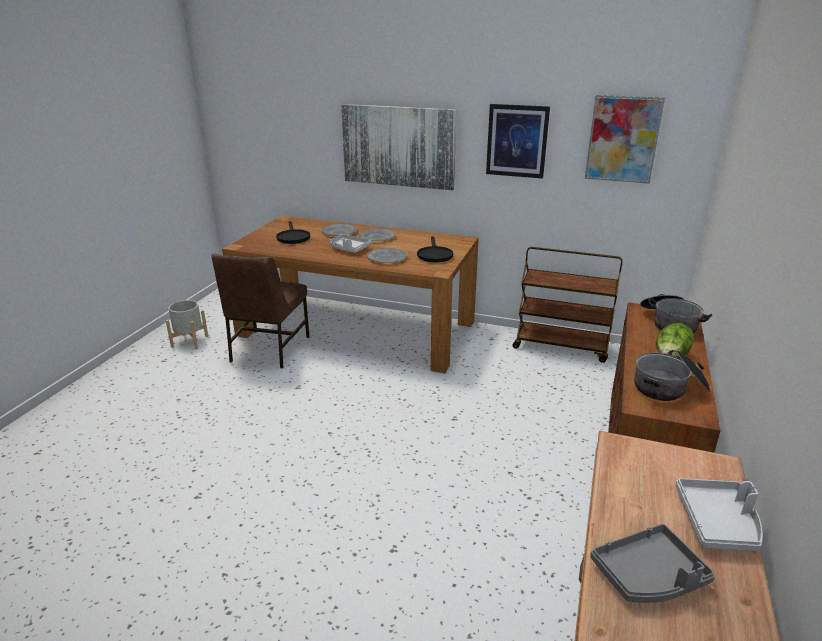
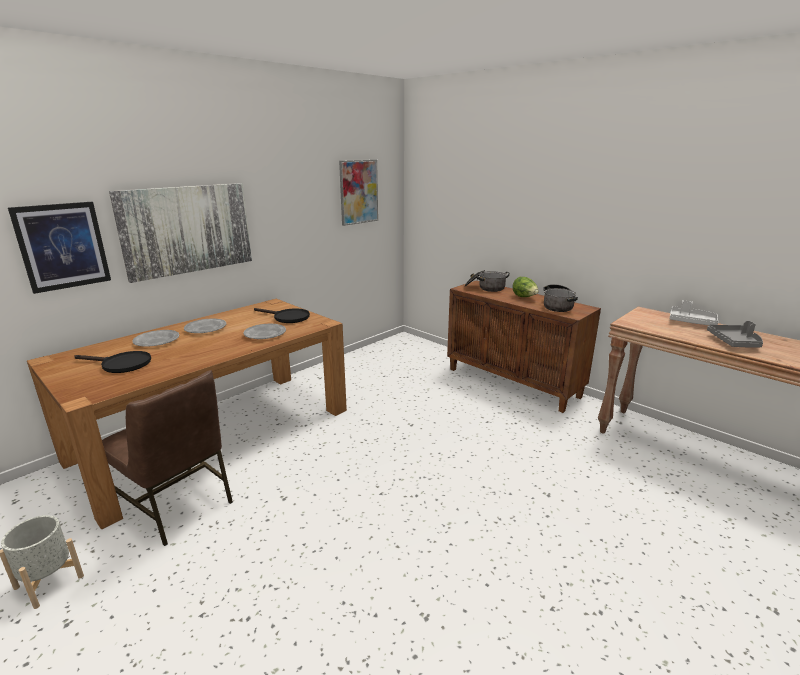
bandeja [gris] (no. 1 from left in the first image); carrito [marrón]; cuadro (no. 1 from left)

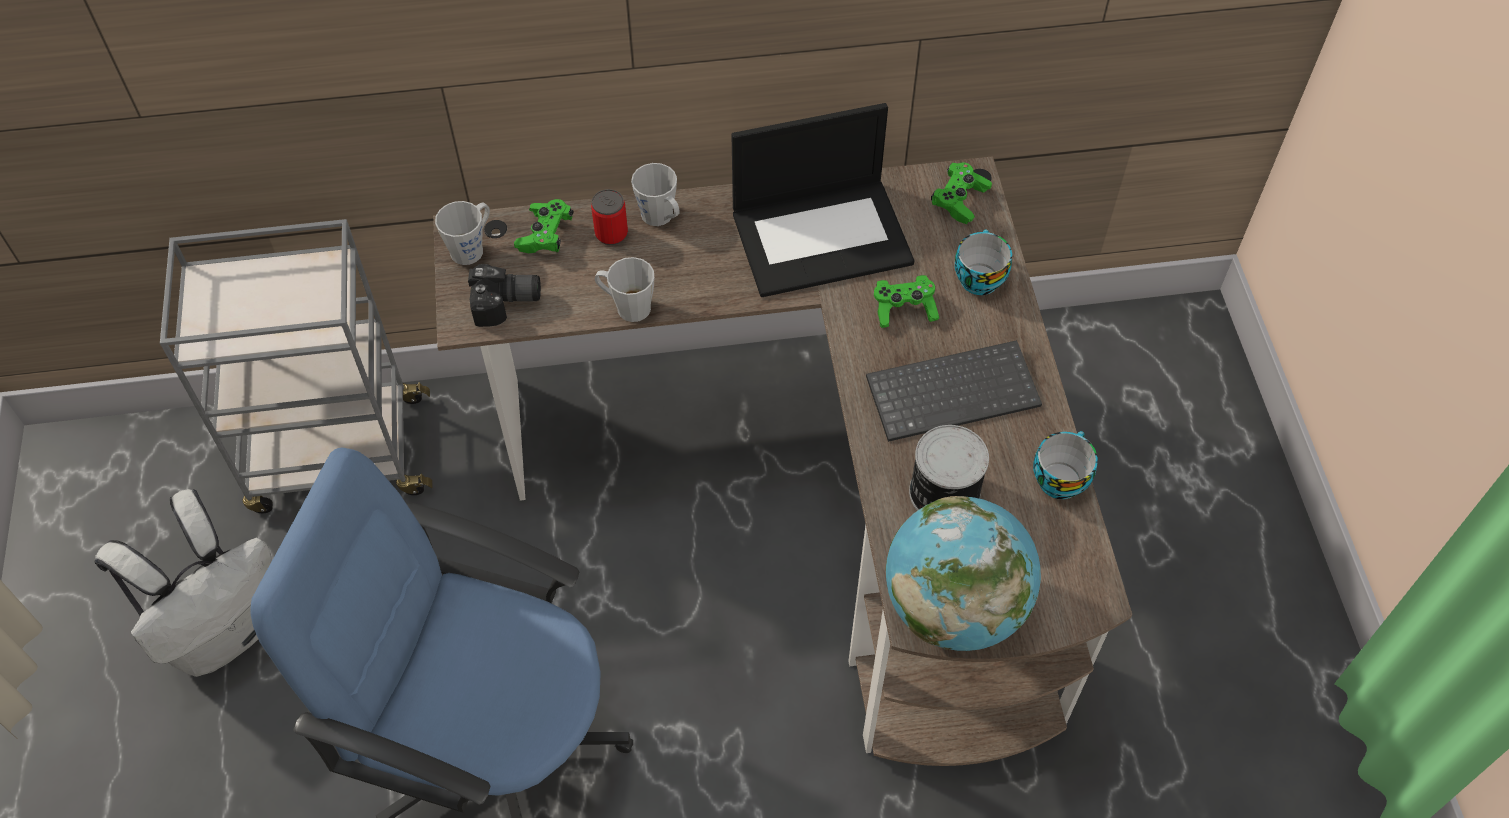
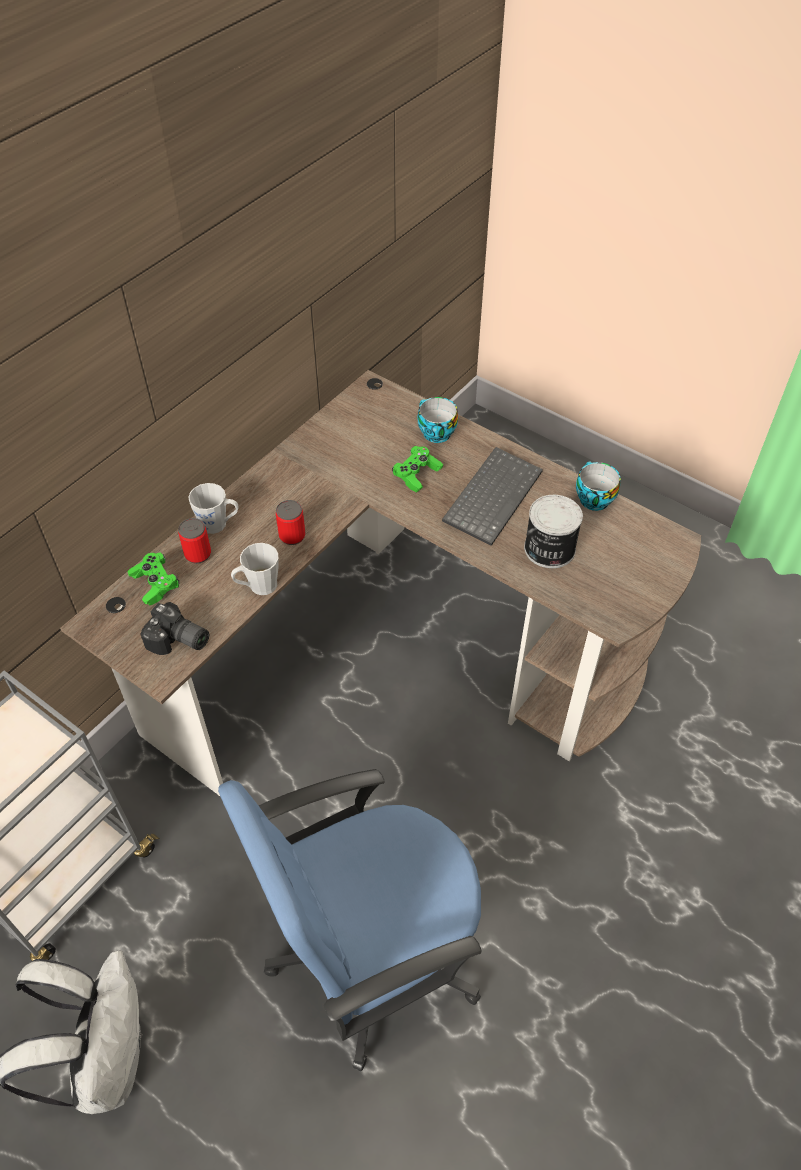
taza grande [gris] (no. 1 from left in the first image); portátil; globo terráqueo; mando de consola [verde] (no. 3 from left in the first image); lata (no. 2 from left); cámara

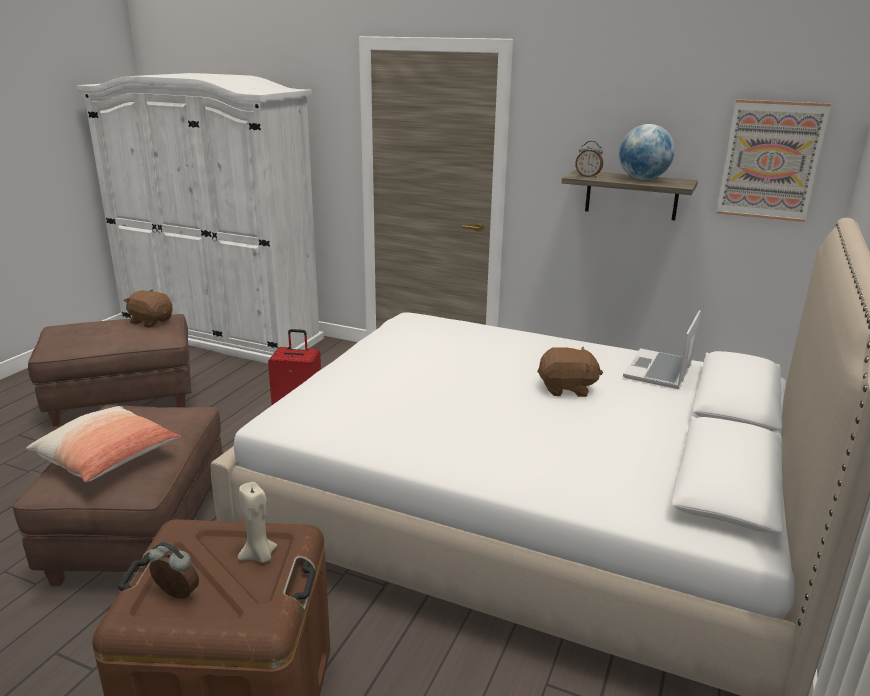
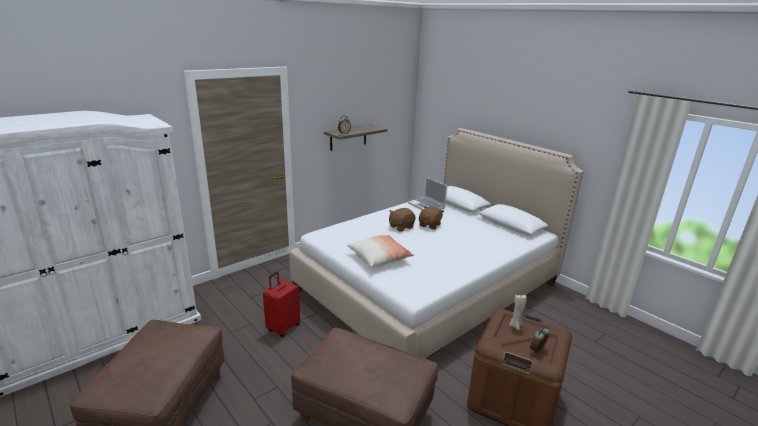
globo terráqueo; cuadro; cojín; peluche [marrón] (no. 1 from left)

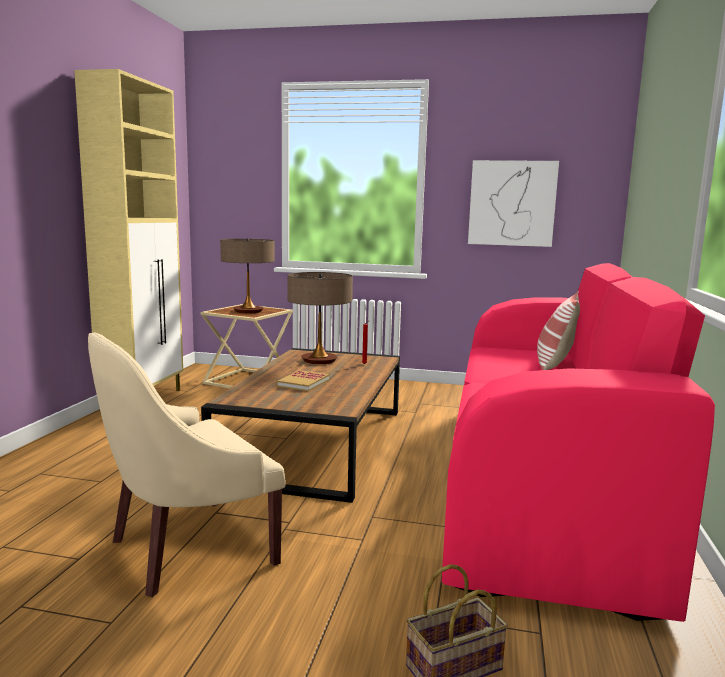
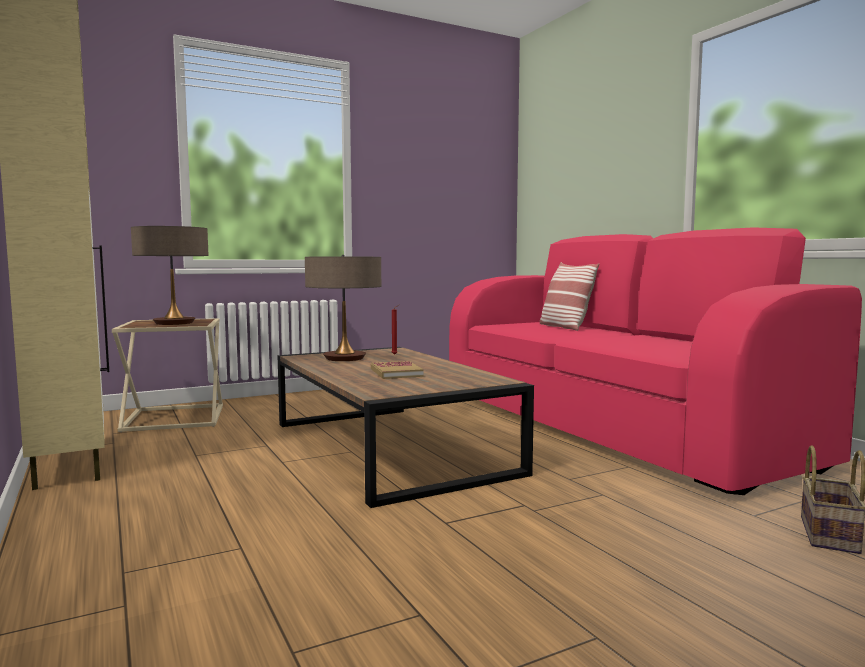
sillón [beis]; cuadro

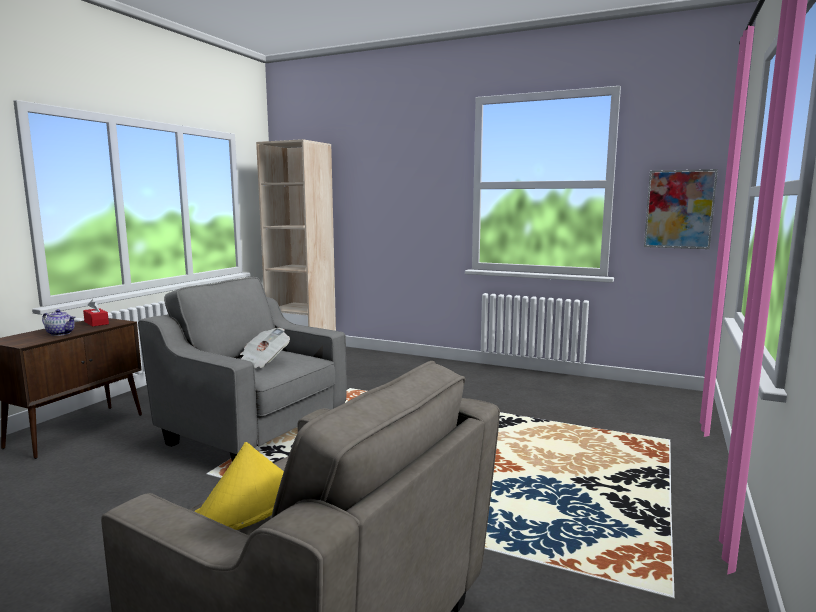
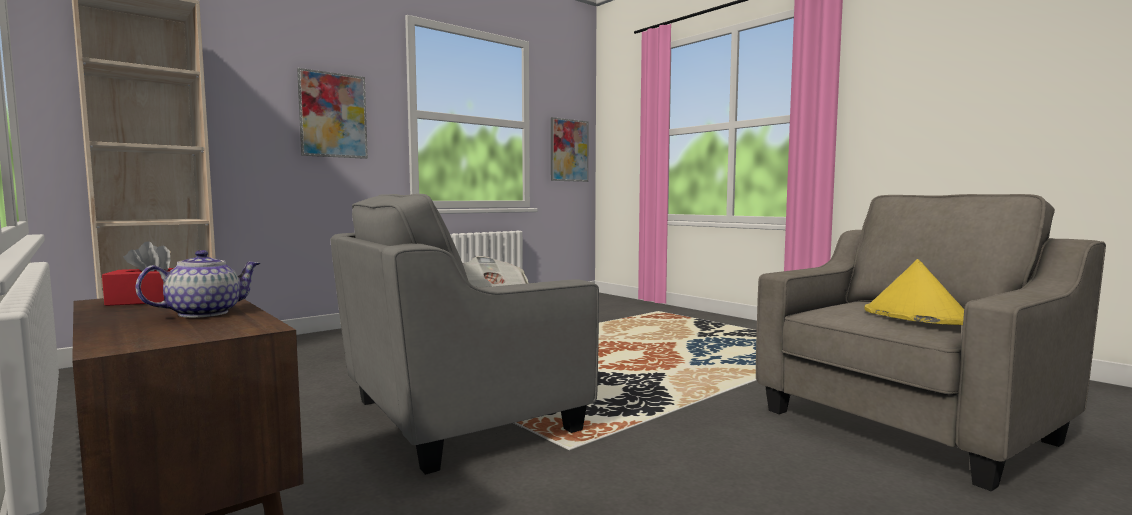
cuadro (no. 1 from left)

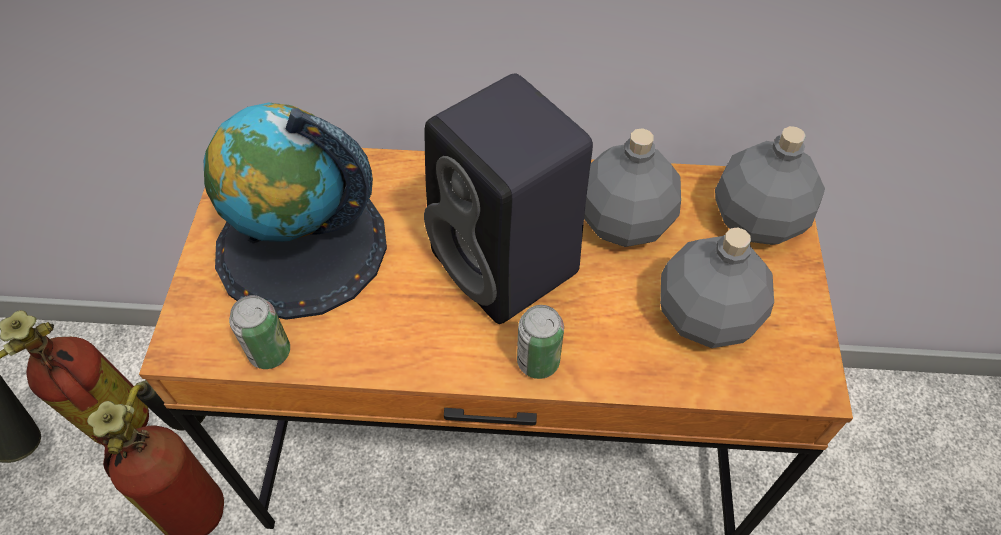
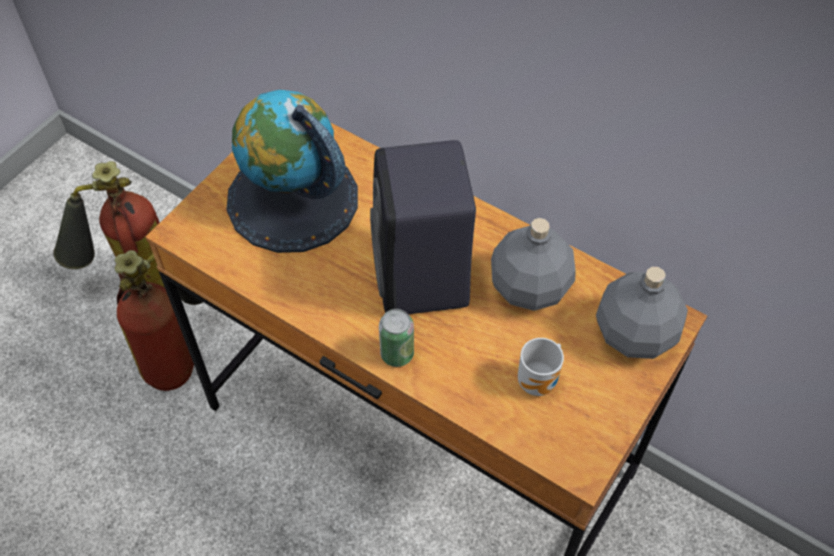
lata (no. 1 from left in the first image); taza grande

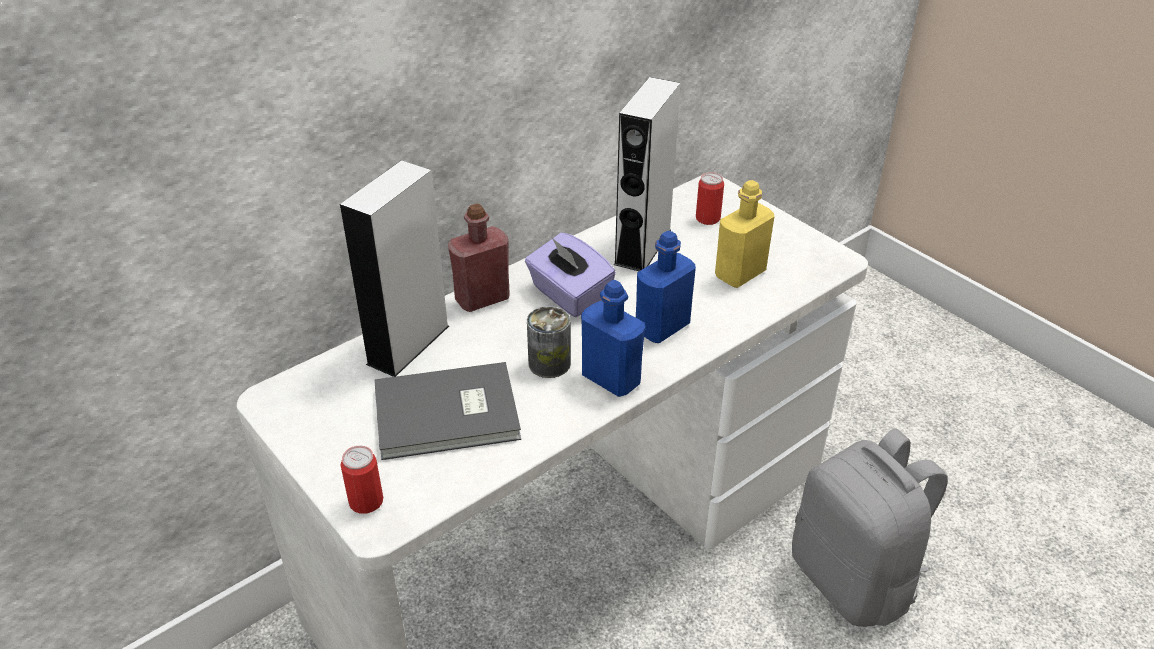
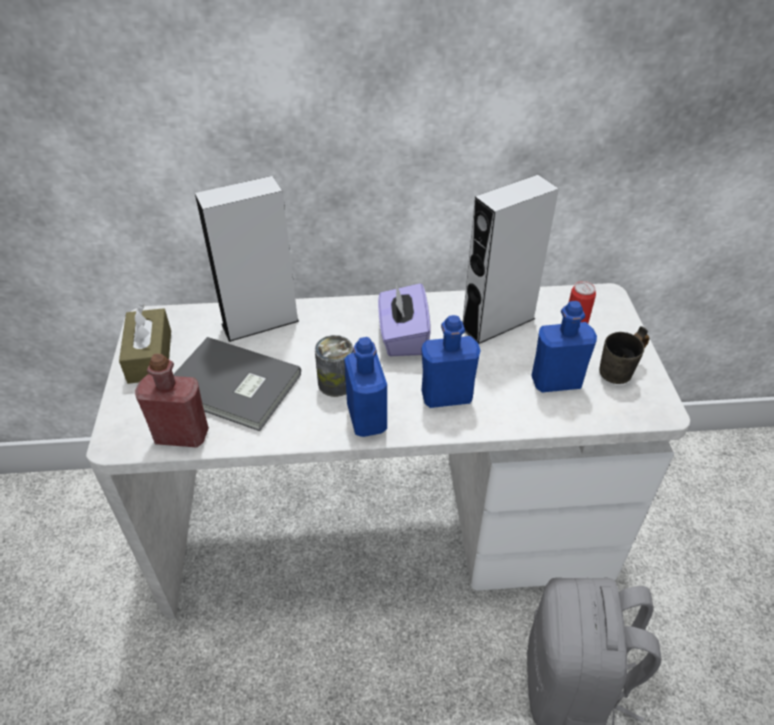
lata (no. 1 from left in the first image); caja de pañuelos [marrón]; taza grande [gris]; botella [rojo]; botella [azul] (no. 3 from left)

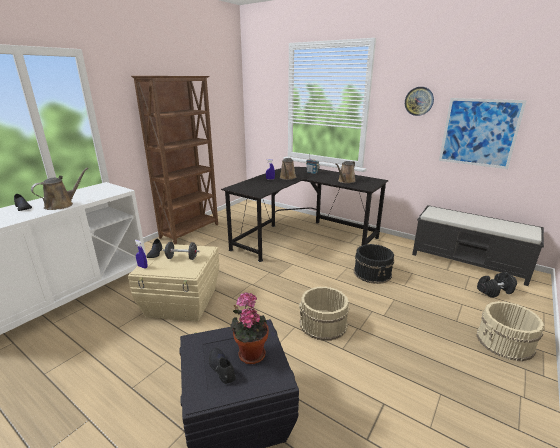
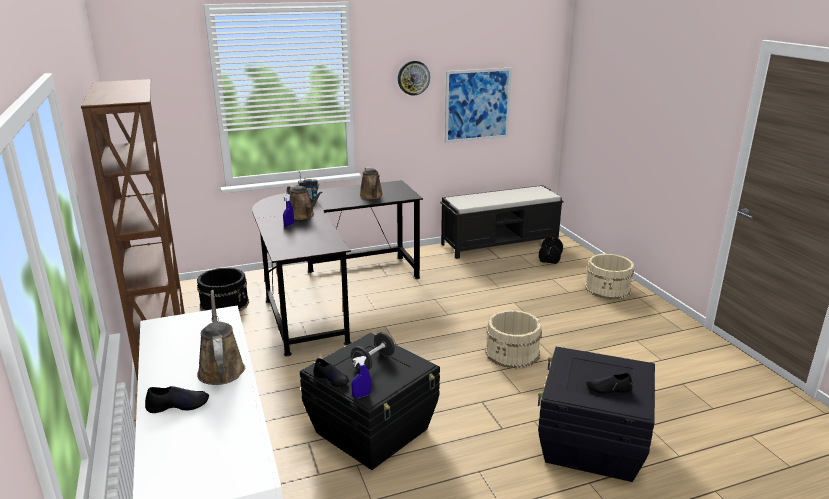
planta en maceta; cubo [negro]; caja de almacenaje [negro] (no. 1 from left)

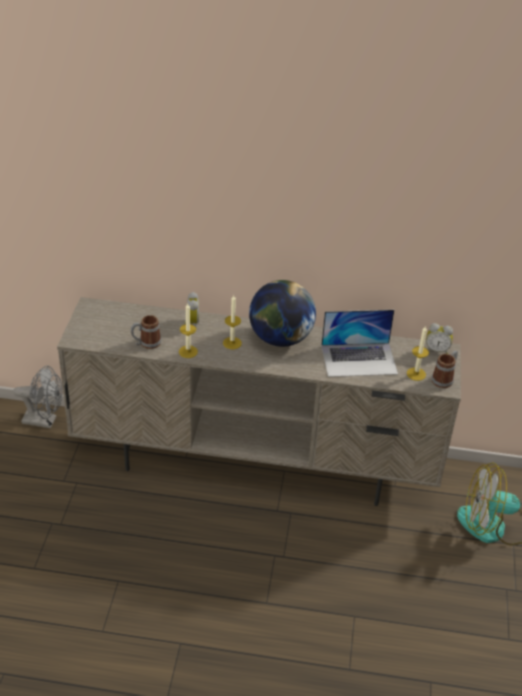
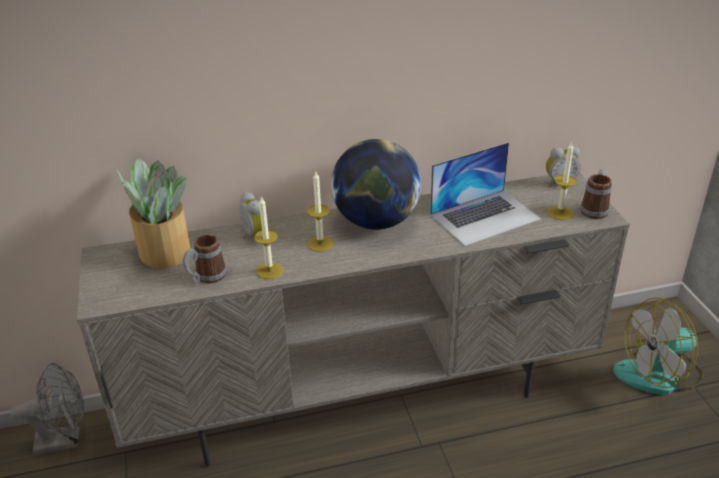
planta en maceta

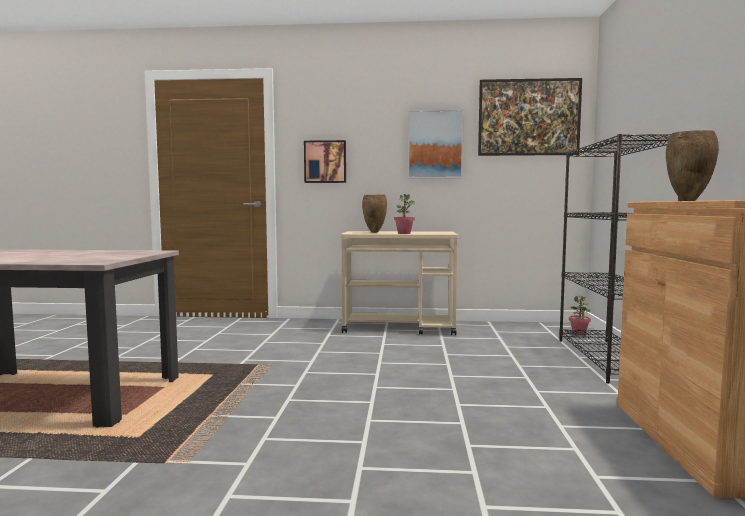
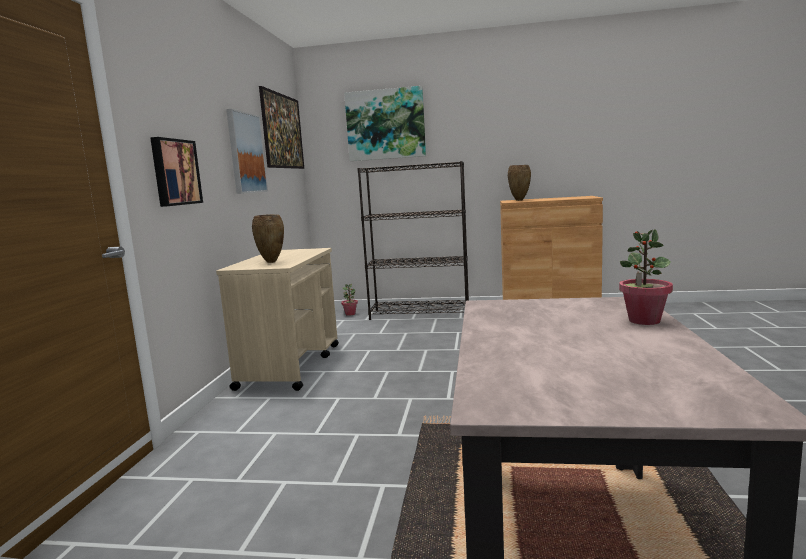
cuadro (no. 4 from left); planta en maceta (no. 2 from left)

